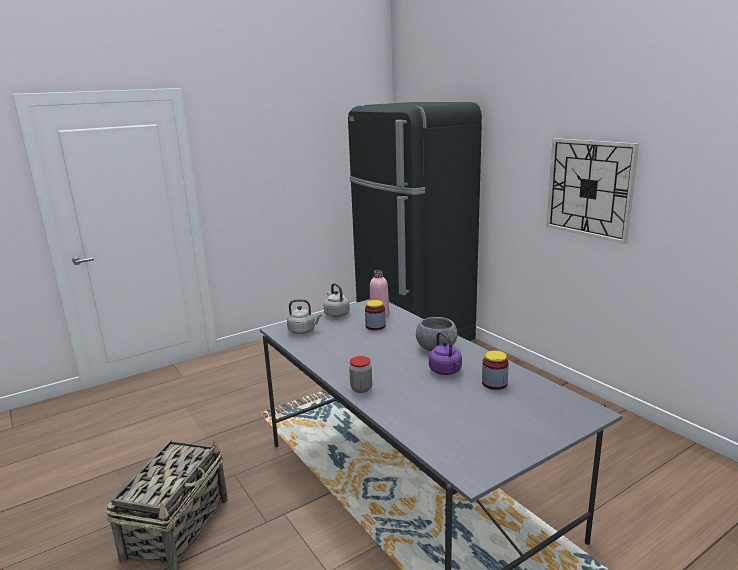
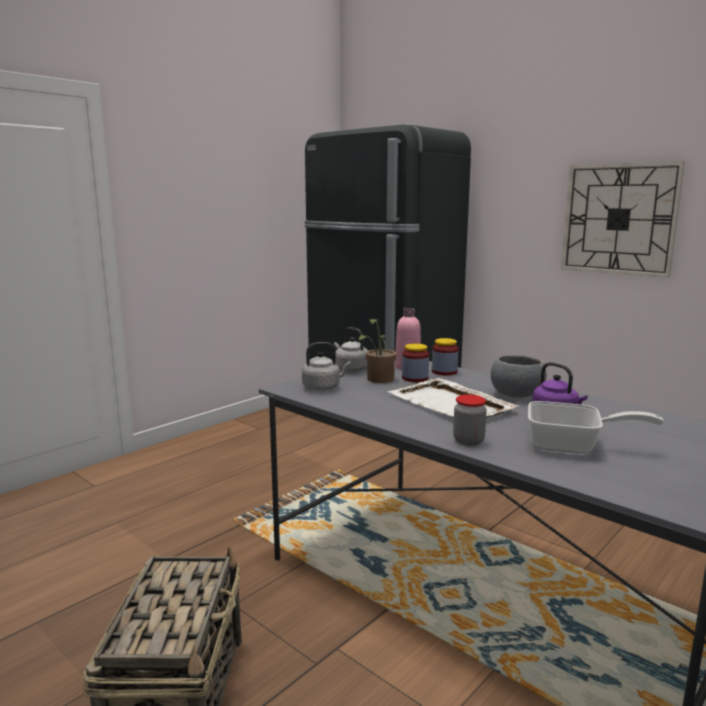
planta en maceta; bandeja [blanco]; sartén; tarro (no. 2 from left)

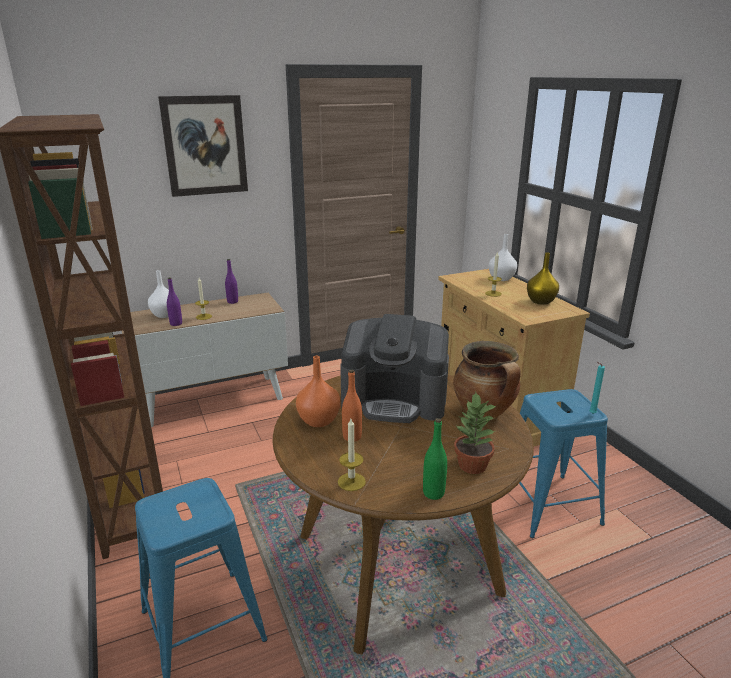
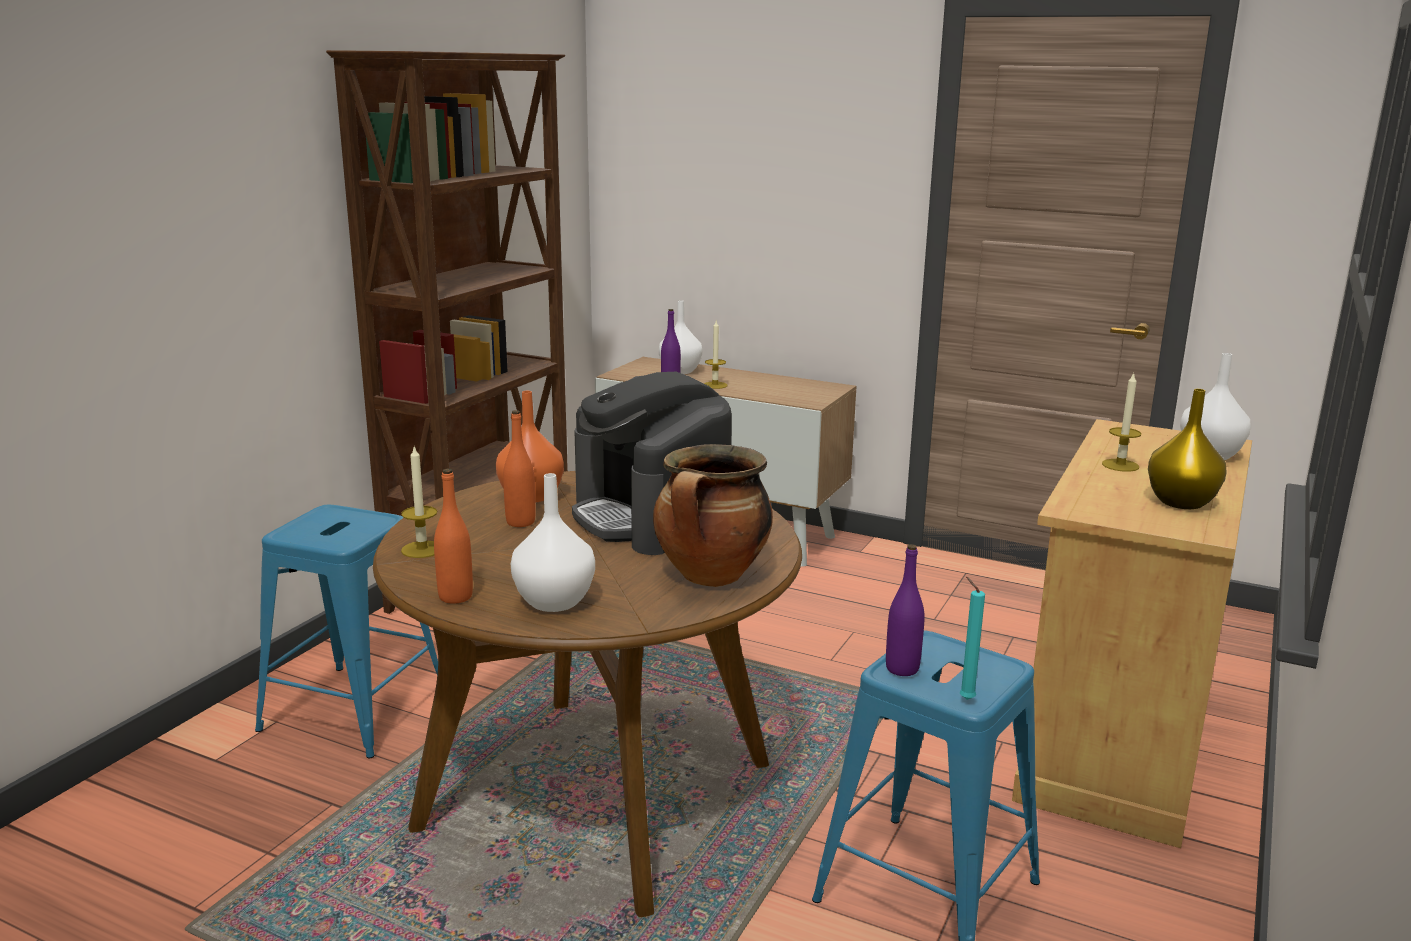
cuadro; botella [morado] (no. 2 from left); florero [blanco] (no. 1 from left); botella [naranja] (no. 1 from left)

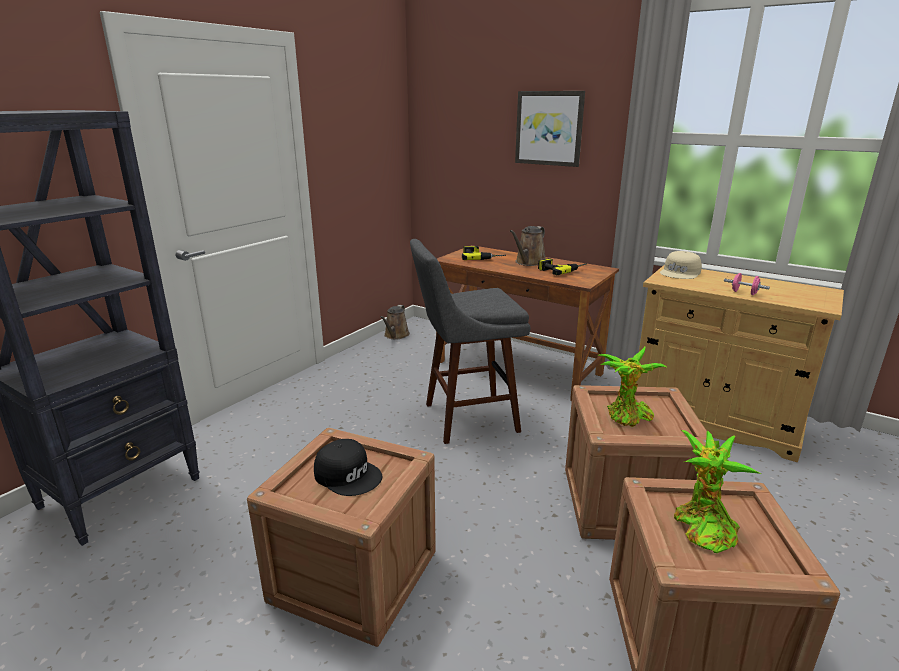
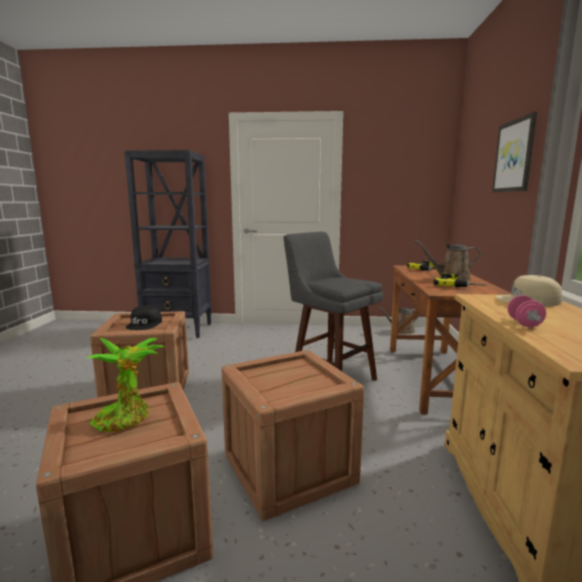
planta en maceta (no. 1 from left in the first image)

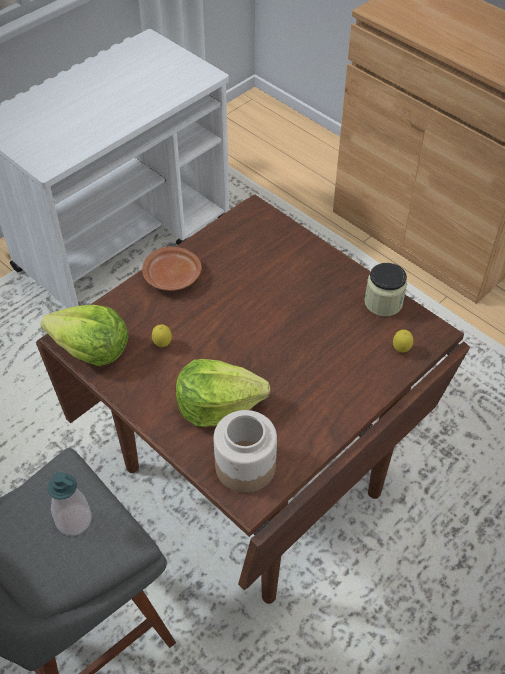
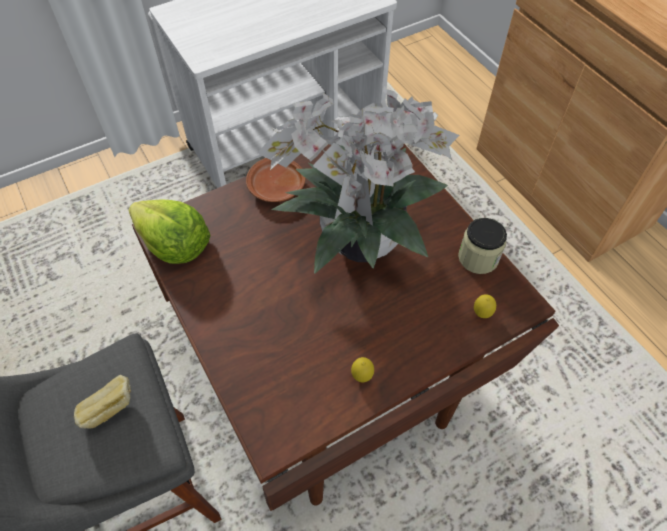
lechuga (no. 2 from left in the first image); tarro (no. 1 from left in the first image); planta en maceta; limón (no. 1 from left); pan

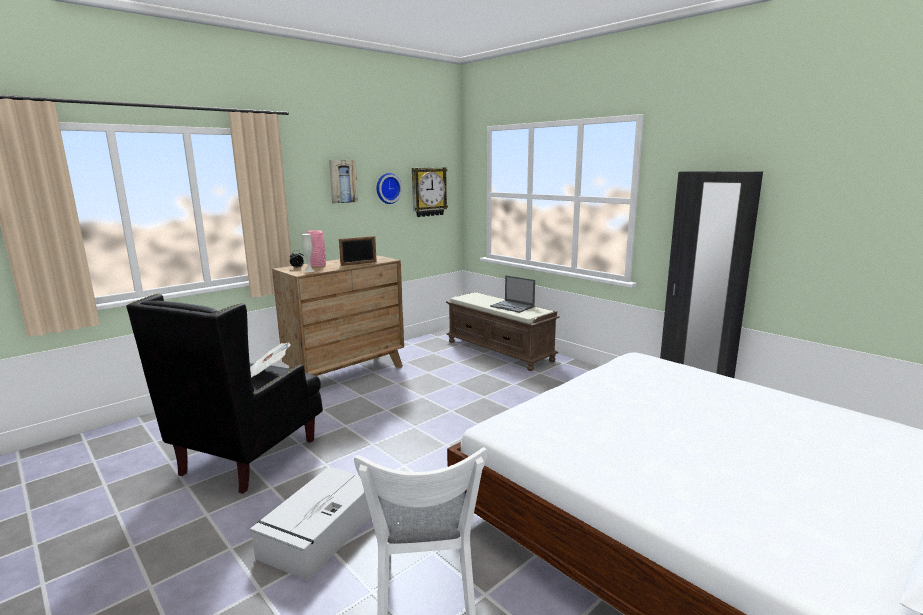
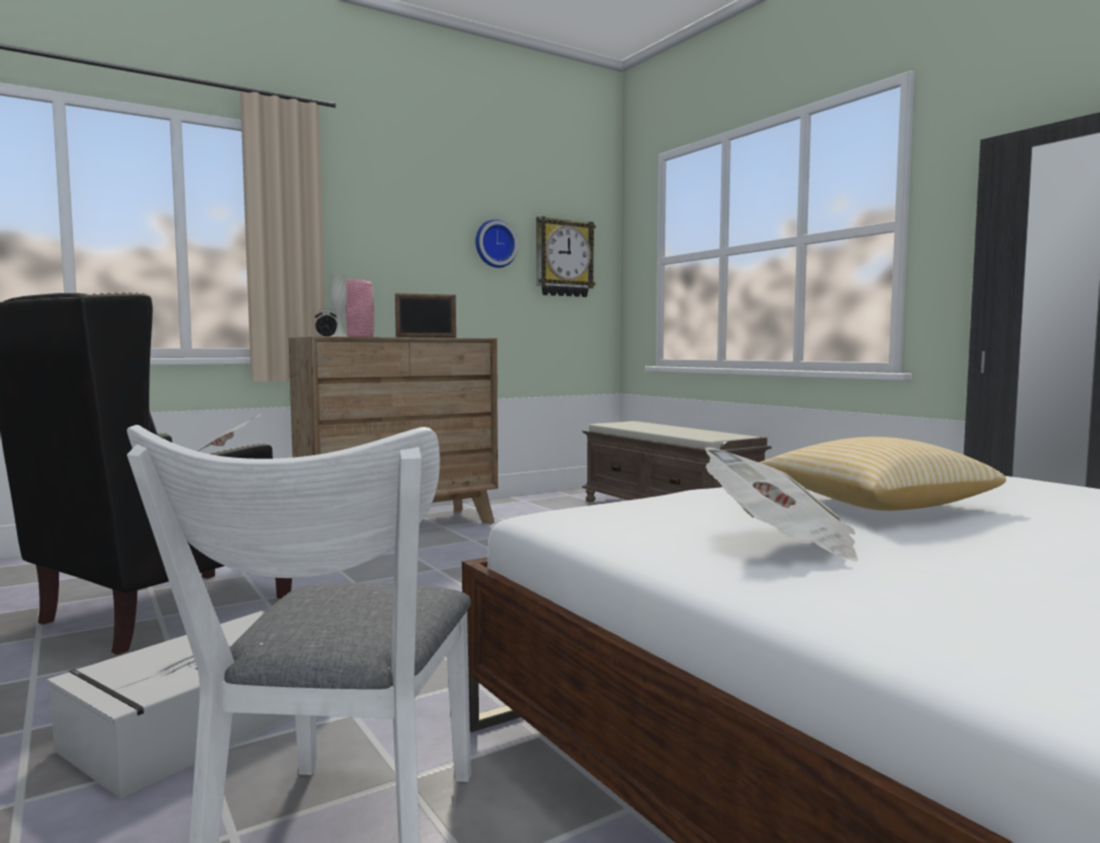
cuadro; portátil; periódico (no. 2 from left); cojín

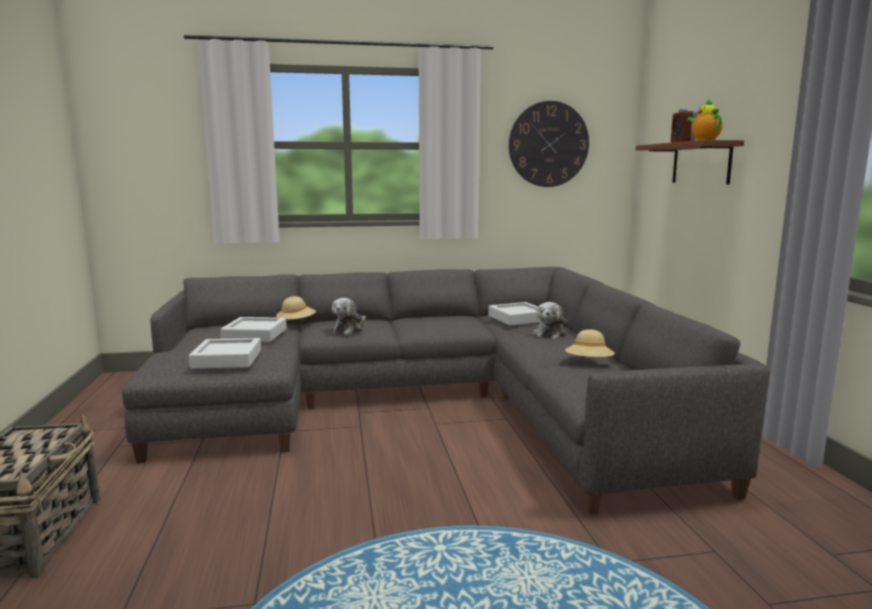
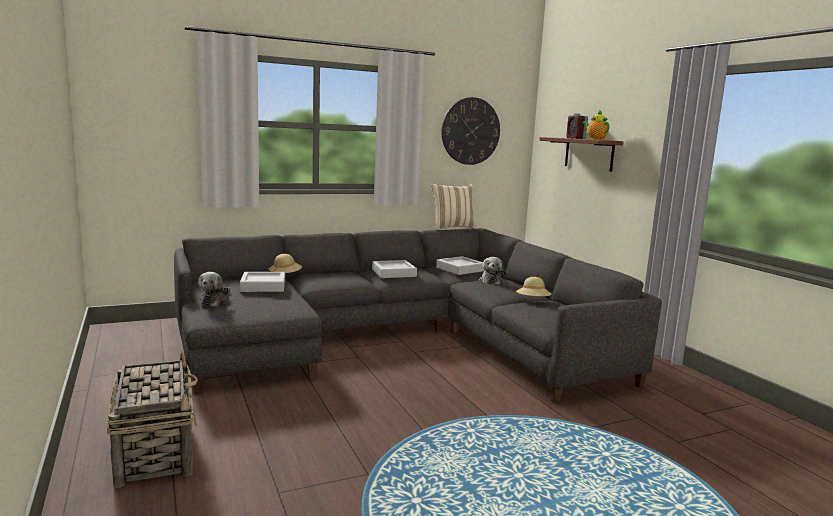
cojín [beis]; bandeja [gris] (no. 2 from left); peluche (no. 1 from left)

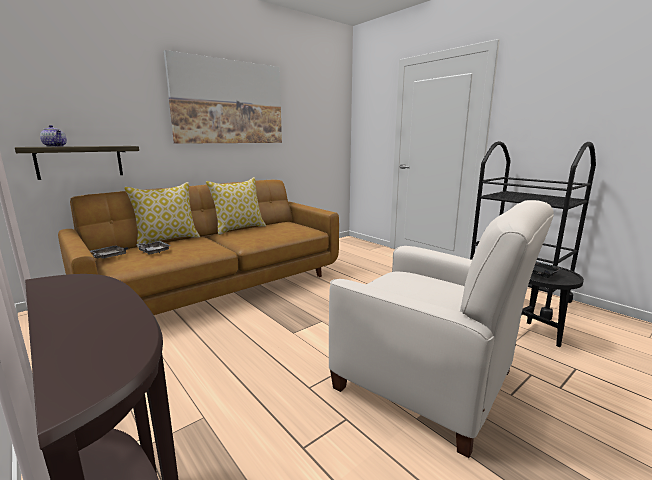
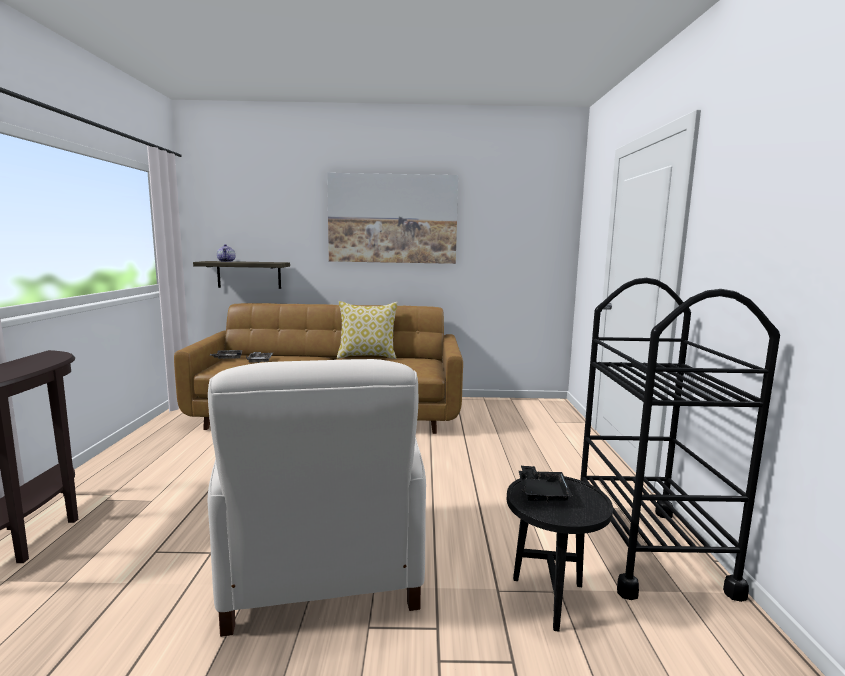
cojín (no. 1 from left in the first image)

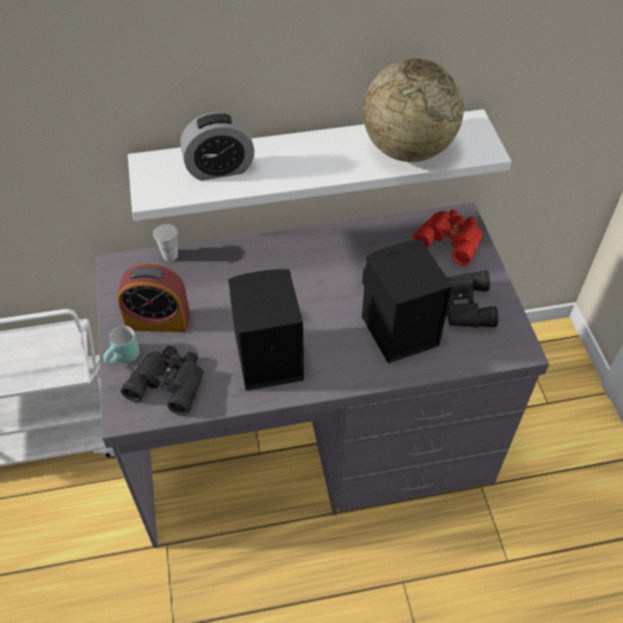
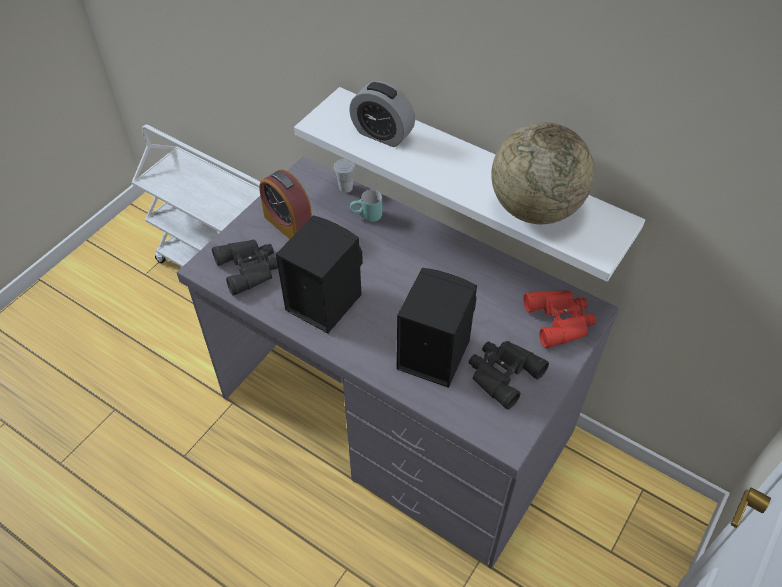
taza grande [turquesa]

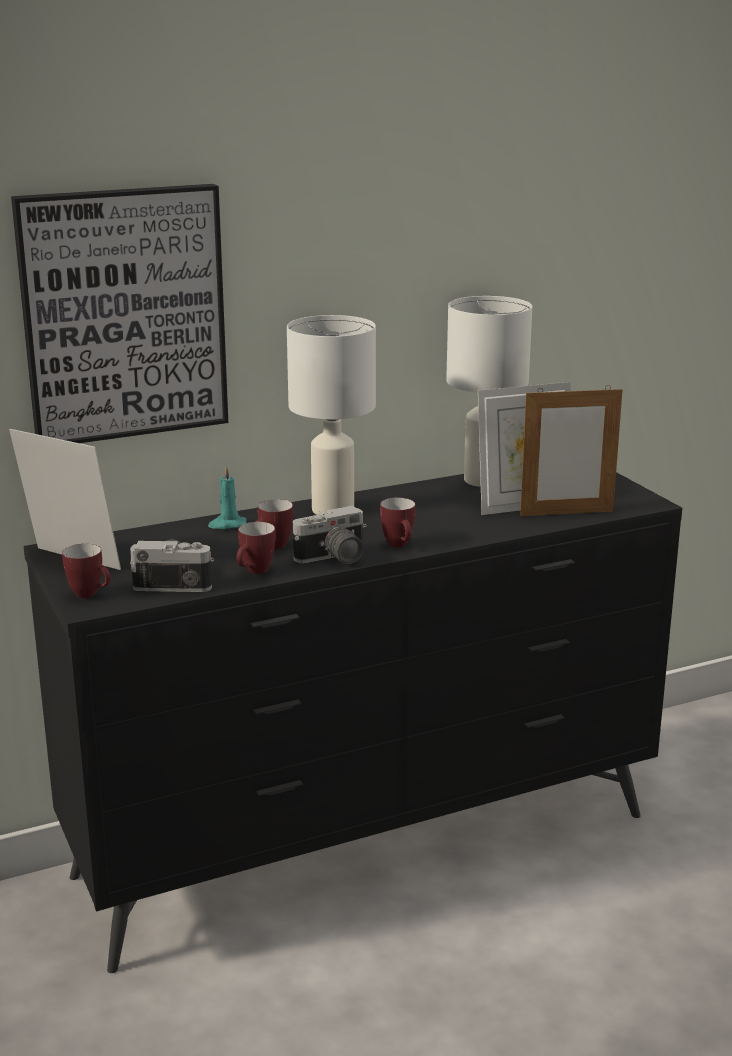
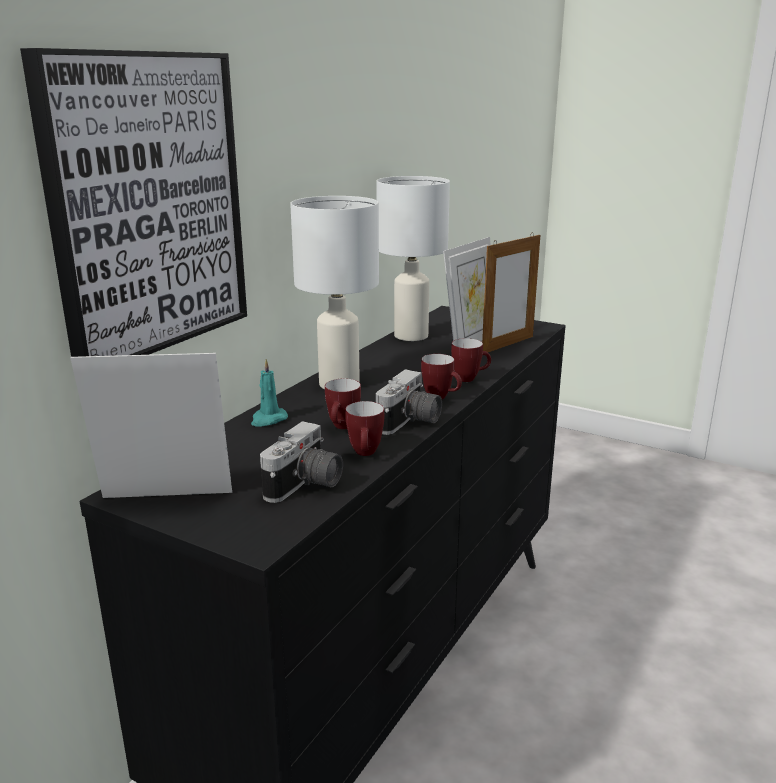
taza grande (no. 4 from left); cámara (no. 1 from left)

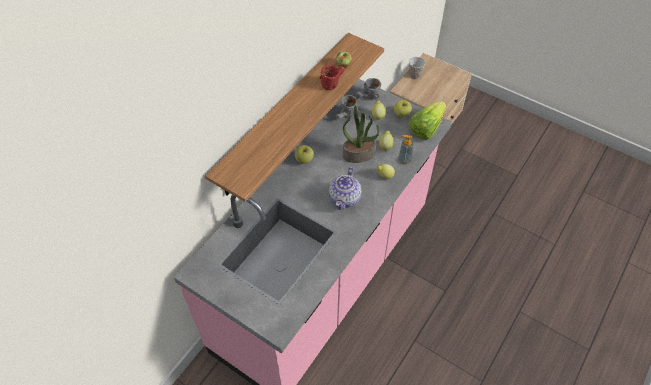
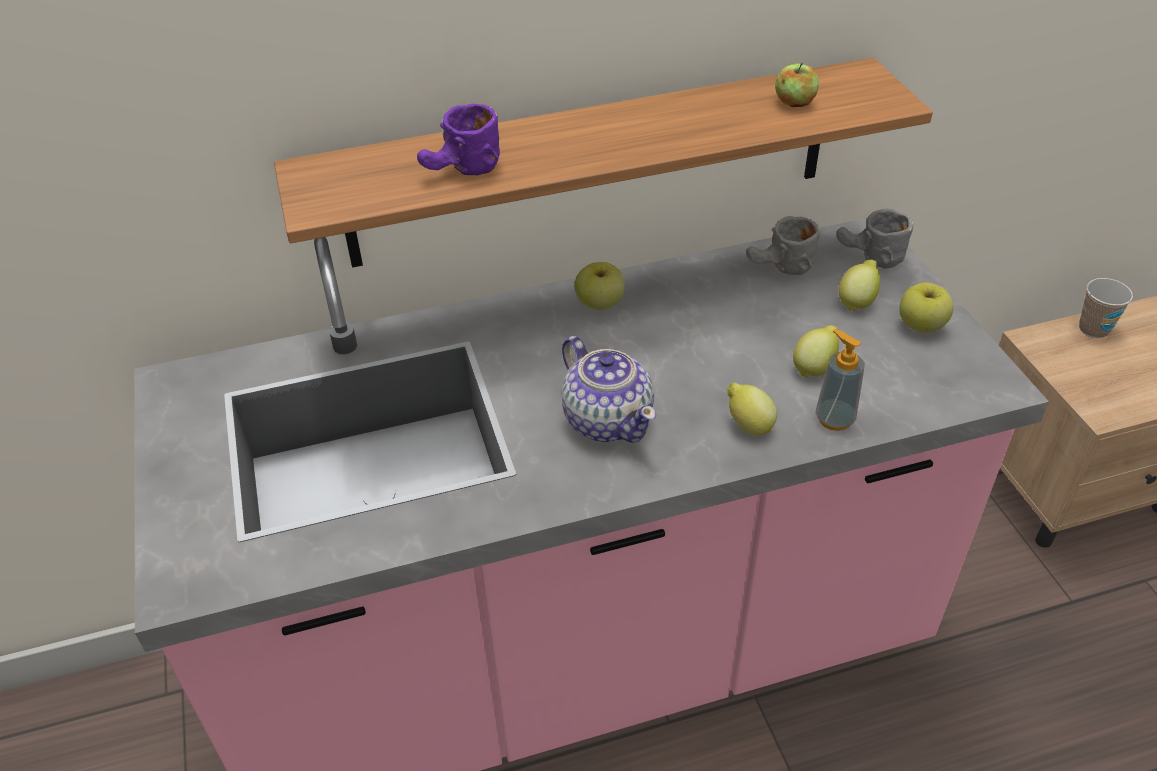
taza grande [rojo]; planta en maceta; lechuga; taza grande [morado]; tetera

